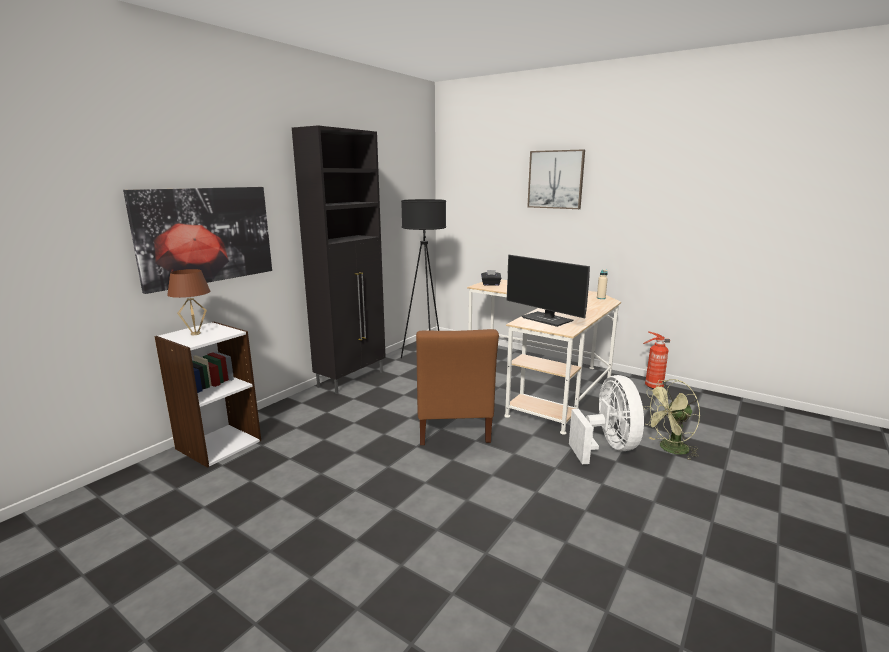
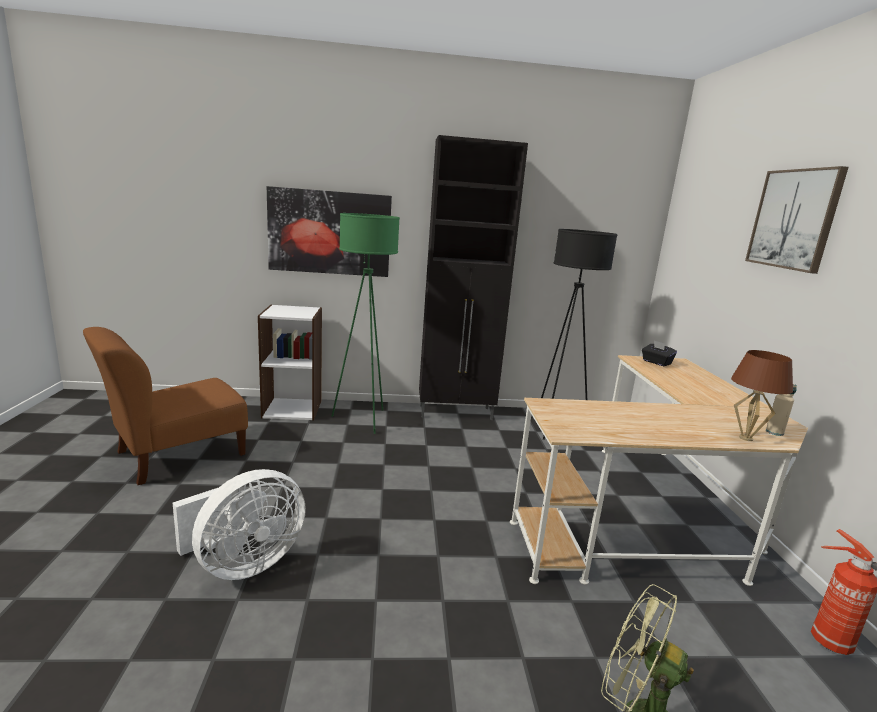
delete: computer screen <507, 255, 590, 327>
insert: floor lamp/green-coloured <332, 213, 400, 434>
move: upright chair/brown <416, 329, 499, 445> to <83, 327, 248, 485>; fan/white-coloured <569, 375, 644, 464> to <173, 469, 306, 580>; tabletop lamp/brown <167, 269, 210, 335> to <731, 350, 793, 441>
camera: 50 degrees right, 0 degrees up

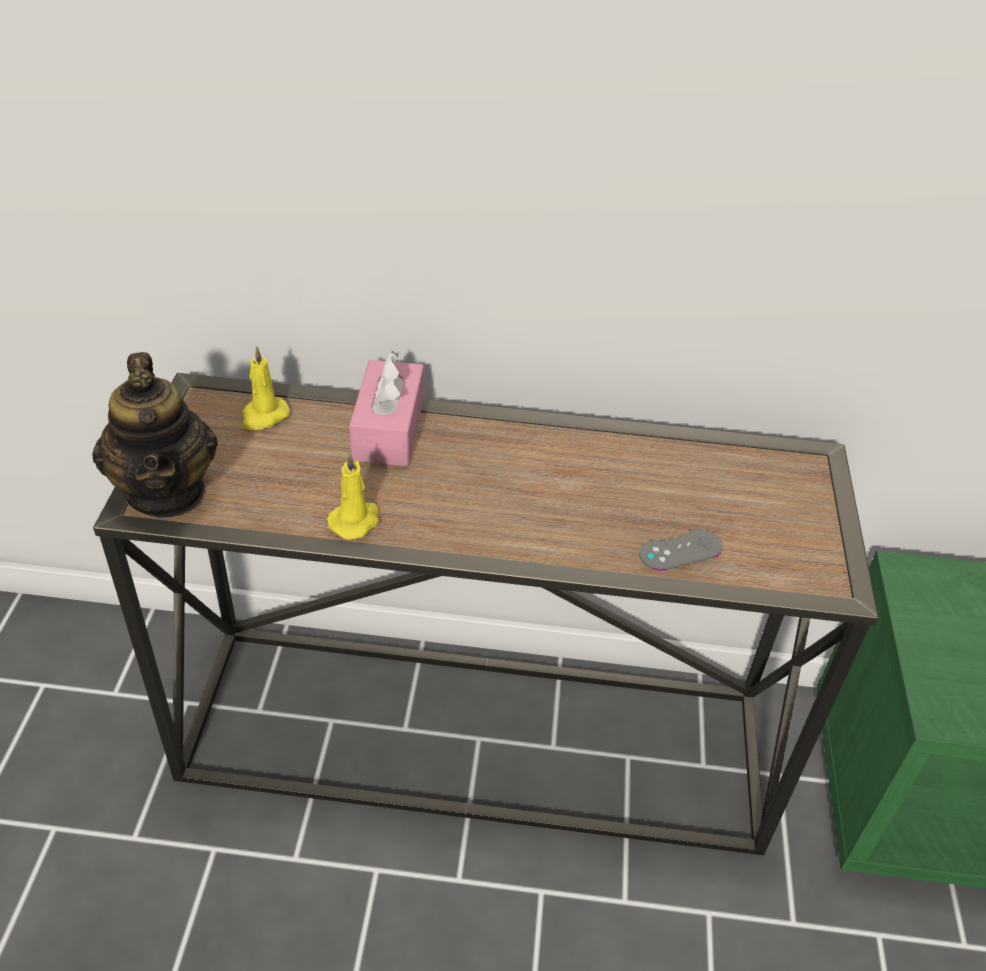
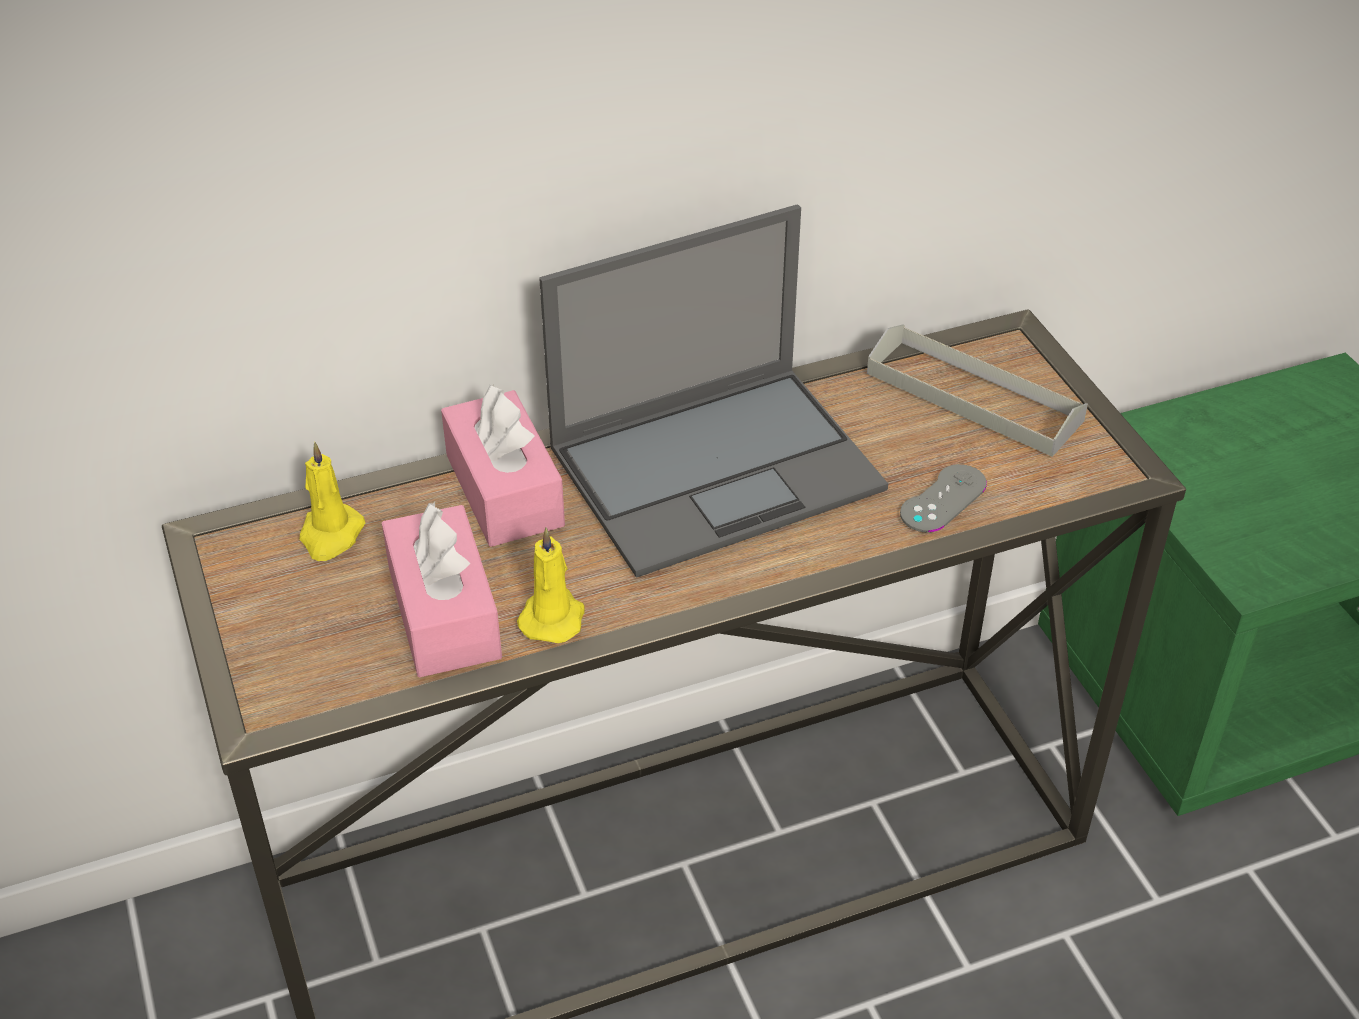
delete: teapot <92, 352, 218, 518>
insert: tissue box/pink <382, 502, 502, 677>; laptop <539, 204, 888, 578>; serving tray/gray <867, 325, 1088, 457>
camera: 25 degrees left, 0 degrees up

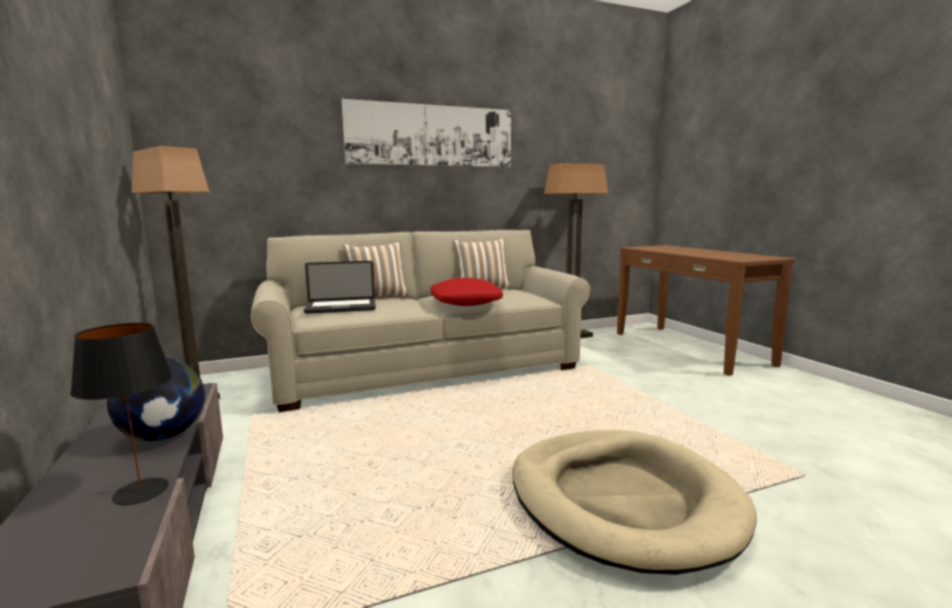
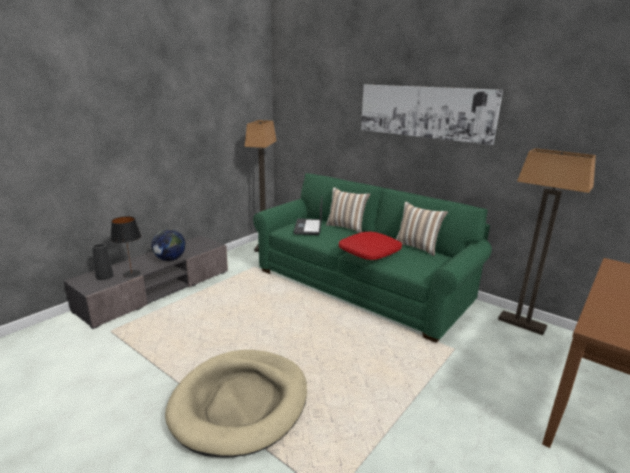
insert: vase/black-coloured <92, 243, 114, 280>
recolor: settee/sand-coloured <251, 230, 590, 412> to settee/green-coloured <253, 173, 492, 343>
rotate: laptop <304, 261, 376, 314> = <294, 198, 322, 235> 45 degrees clockwise
camera: 60 degrees right, 10 degrees up

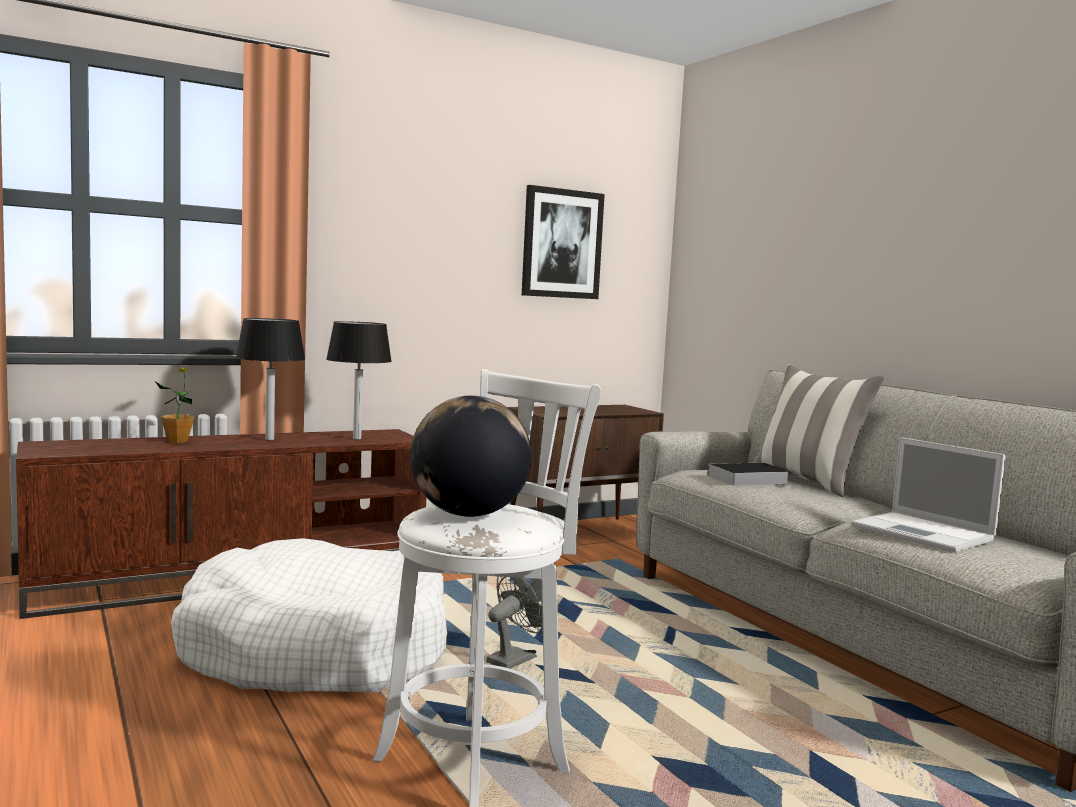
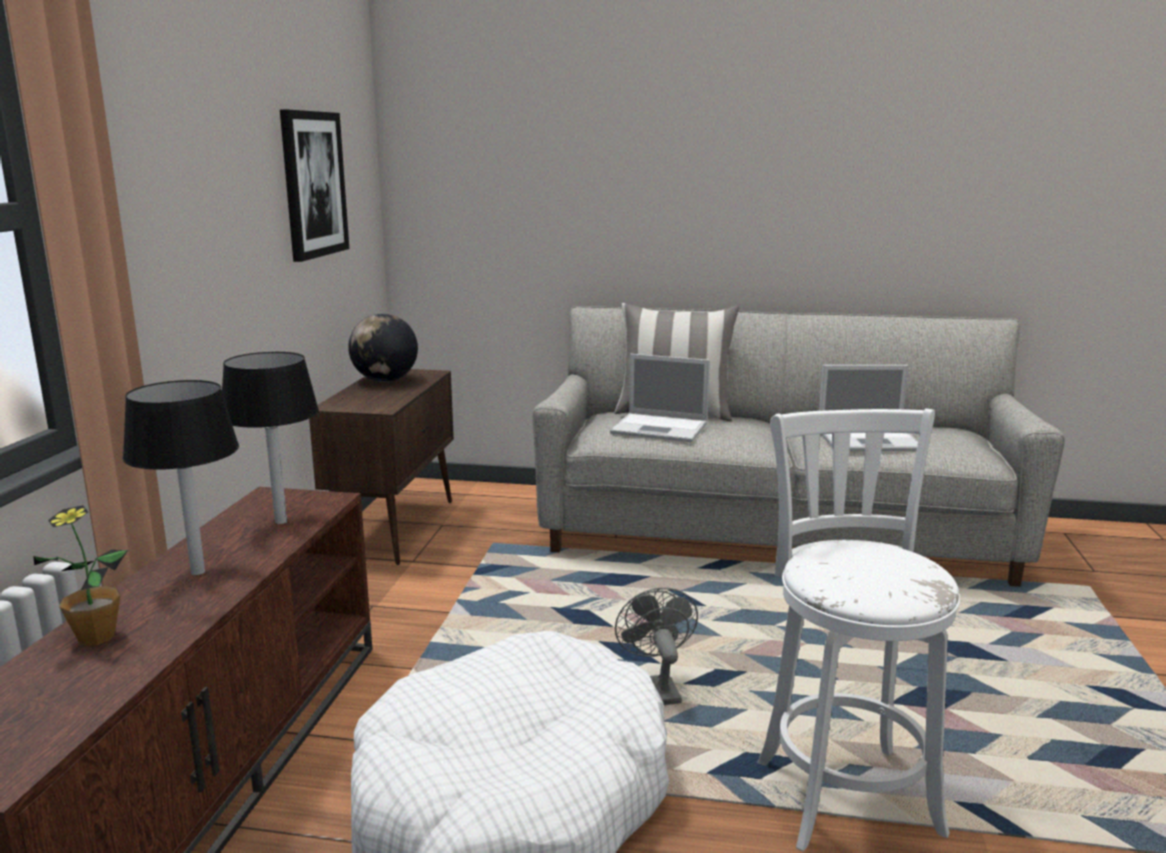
move: desk globe <410, 395, 532, 517> to <348, 314, 418, 382>
replace: volume <699, 463, 790, 486> to laptop <610, 354, 710, 442>
camera: 50 degrees left, 10 degrees up

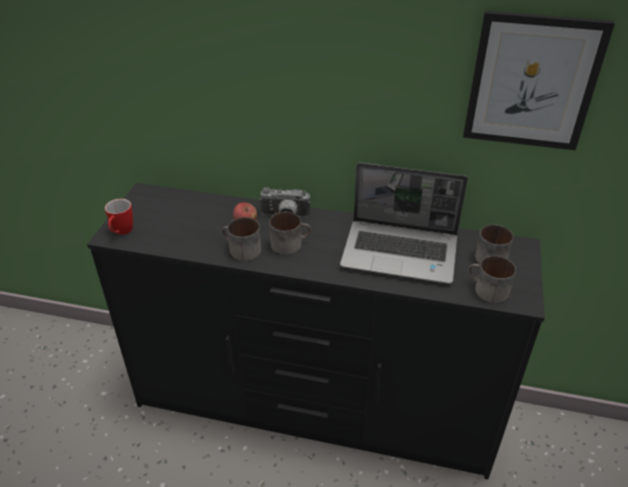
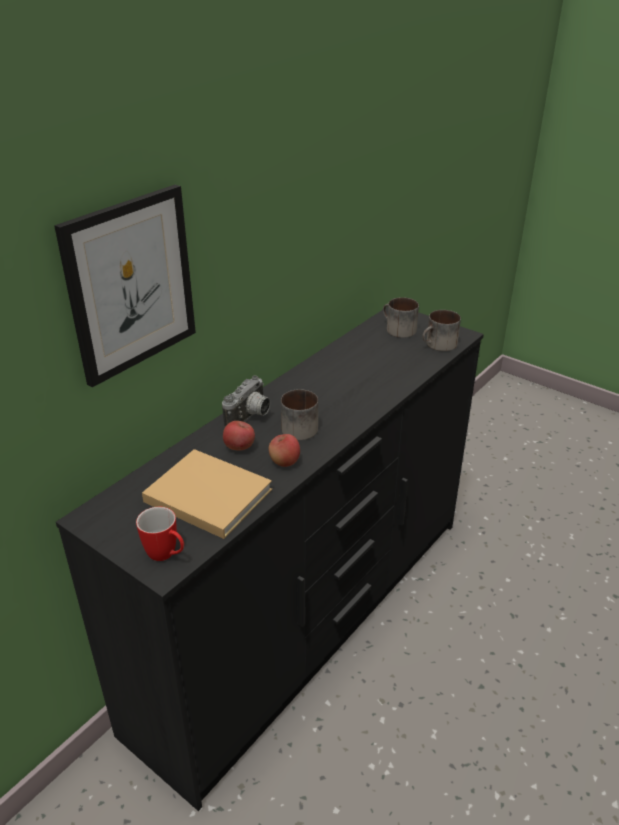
delete: laptop <340, 163, 468, 284>
insert: volume/sand-coloured <142, 449, 272, 539>
move: wall picture <463, 11, 615, 150> to <54, 185, 196, 387>
replace: coffee mug <222, 217, 261, 261> to whole apple <269, 434, 300, 467>
camera: 65 degrees left, 5 degrees down

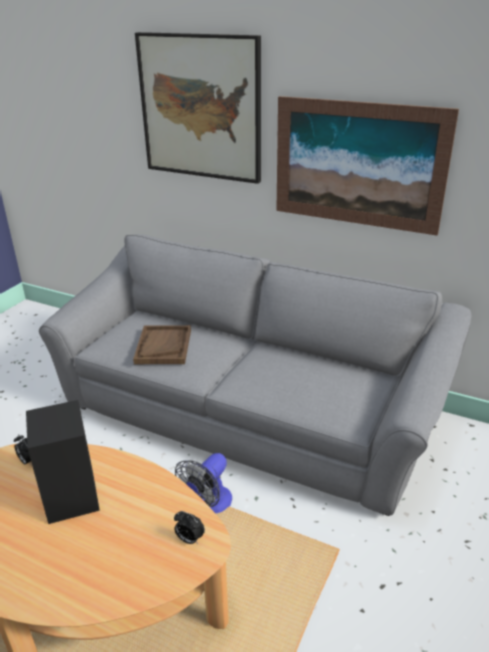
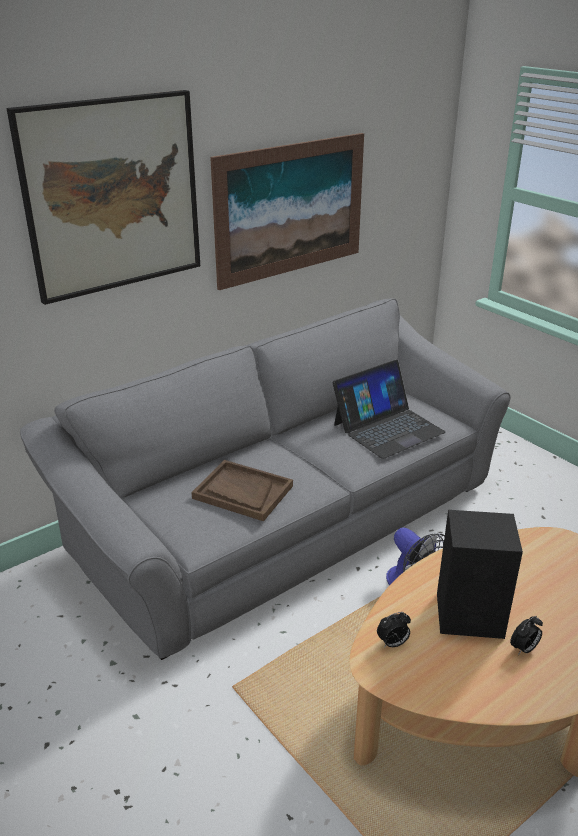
insert: laptop <333, 360, 446, 459>
move: bedside clock <174, 511, 205, 544> to <510, 616, 543, 655>
camera: 65 degrees left, 0 degrees up

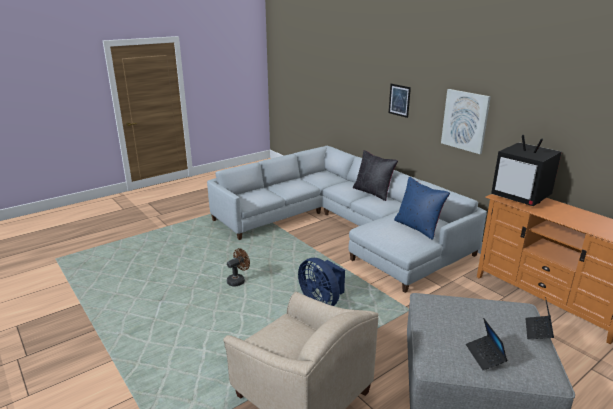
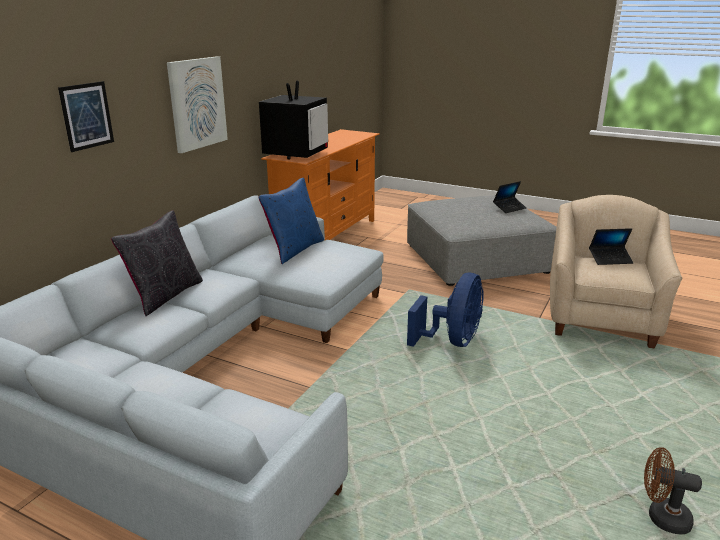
move: laptop <525, 297, 554, 339> to <589, 228, 633, 265>; fan/brown <227, 248, 250, 286> to <644, 447, 702, 535>
camera: 115 degrees left, 0 degrees up

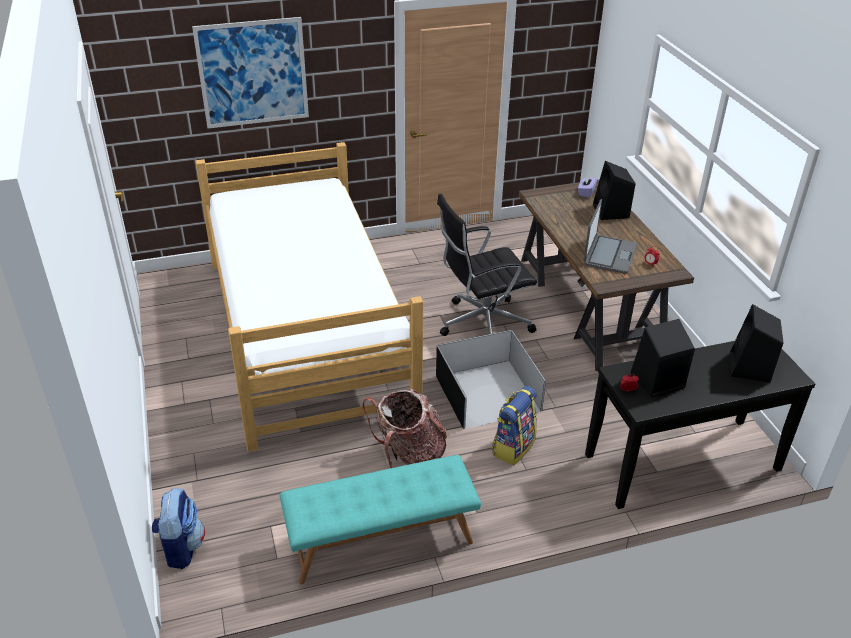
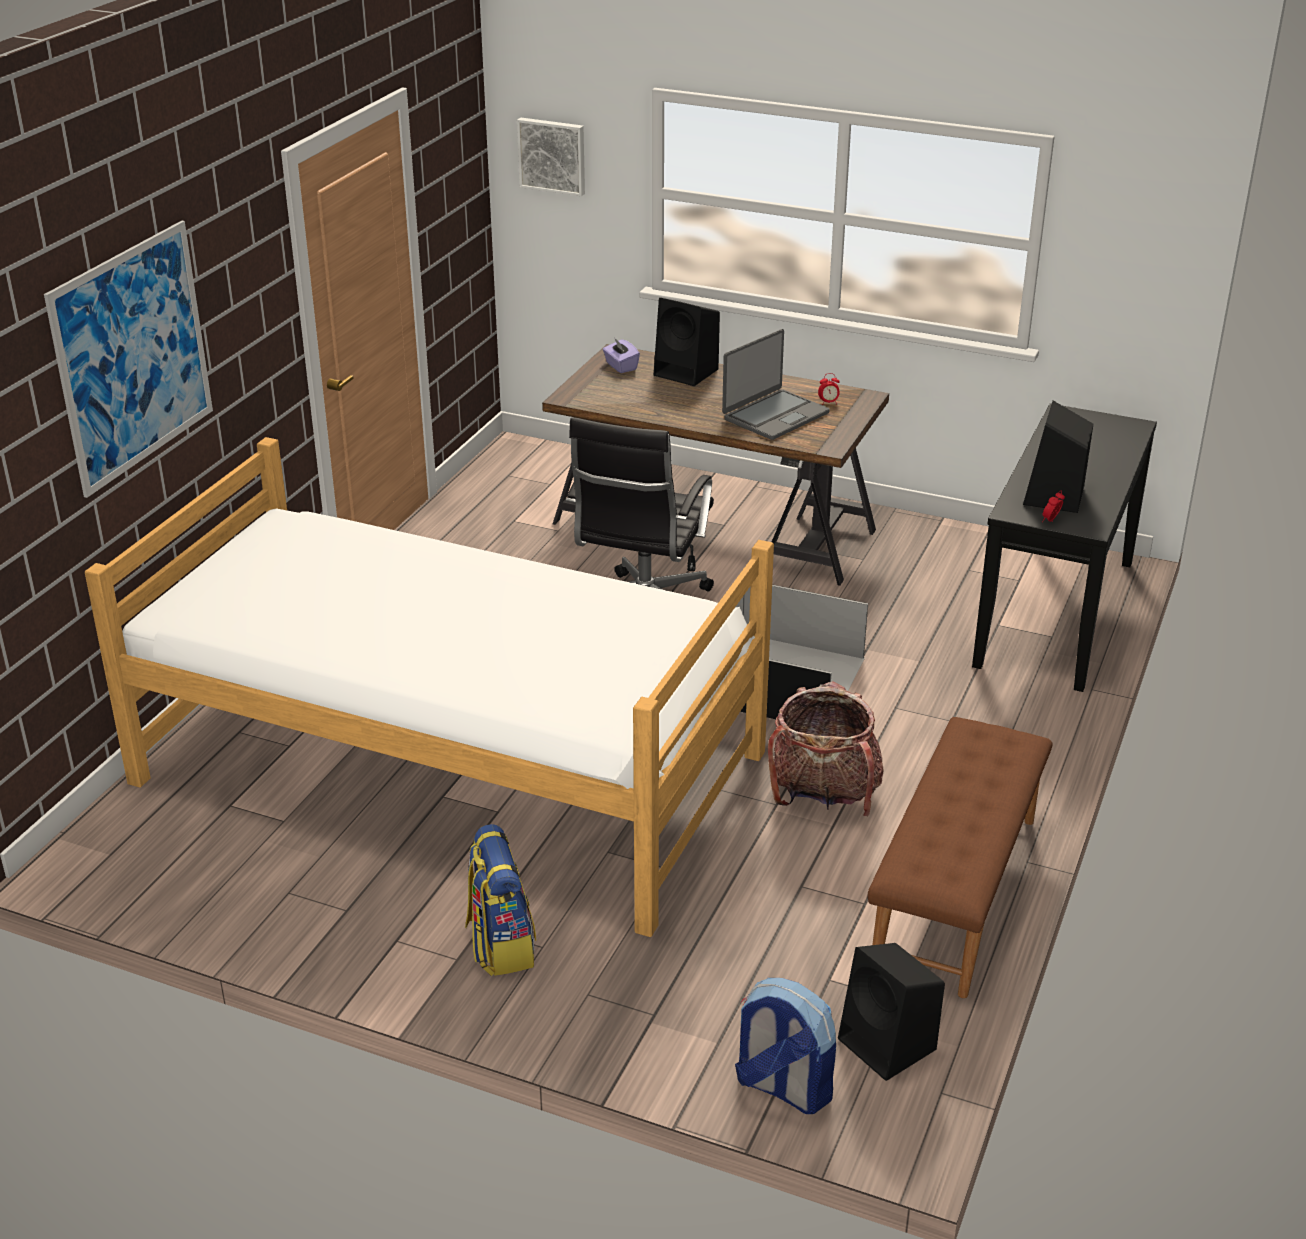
insert: wall picture <517, 118, 585, 196>
move: knapsack <492, 386, 537, 465> to <465, 824, 536, 976>; audio speaker/black-coloured <730, 304, 783, 383> to <838, 943, 945, 1081>
recolor: long seat/turquoise-coloured <280, 455, 481, 584> to long seat/brown <868, 717, 1052, 998>
rotate: laptop <584, 199, 637, 274> = <722, 329, 829, 440> 75 degrees clockwise
camera: 50 degrees left, 5 degrees down

